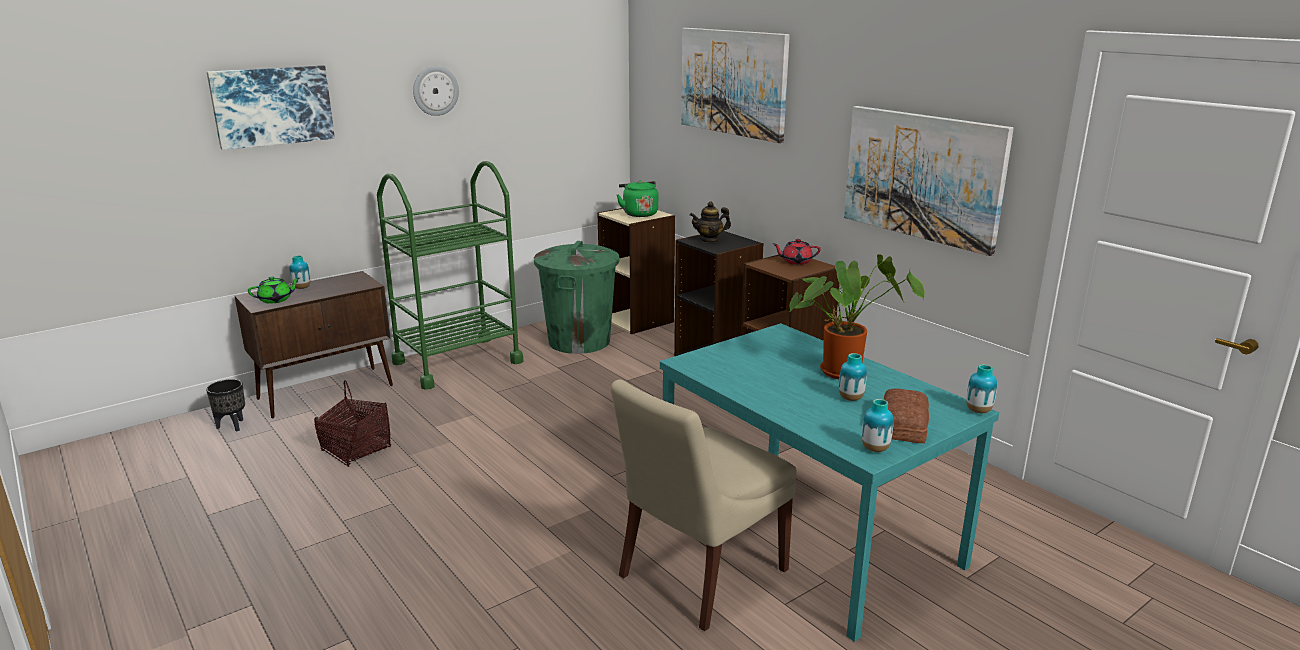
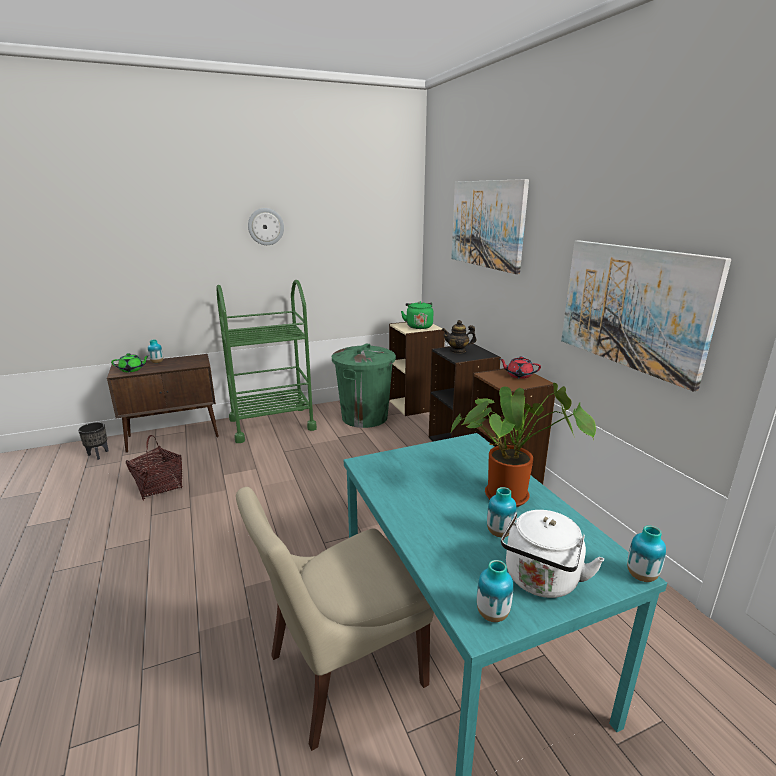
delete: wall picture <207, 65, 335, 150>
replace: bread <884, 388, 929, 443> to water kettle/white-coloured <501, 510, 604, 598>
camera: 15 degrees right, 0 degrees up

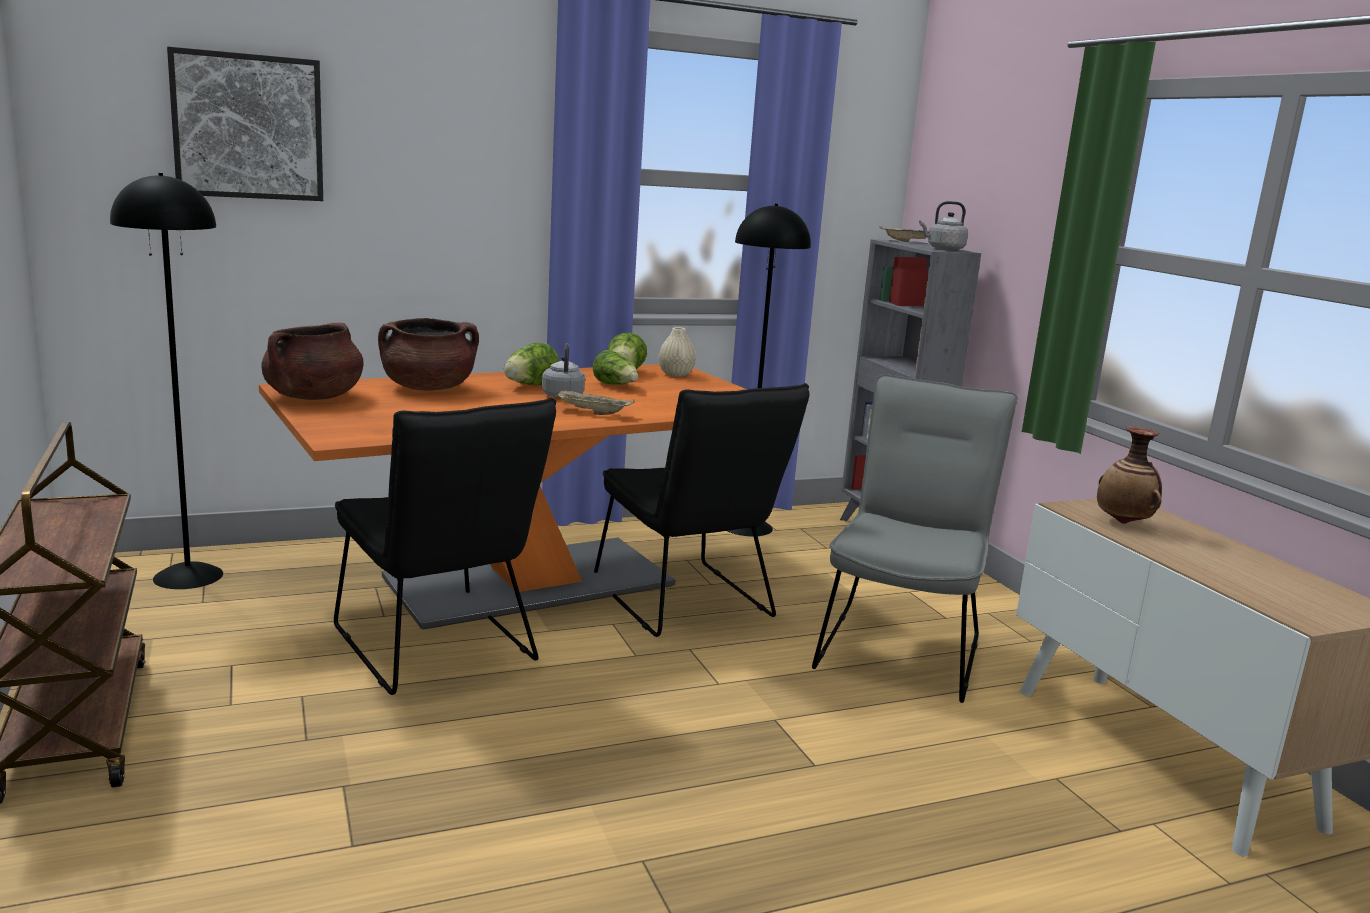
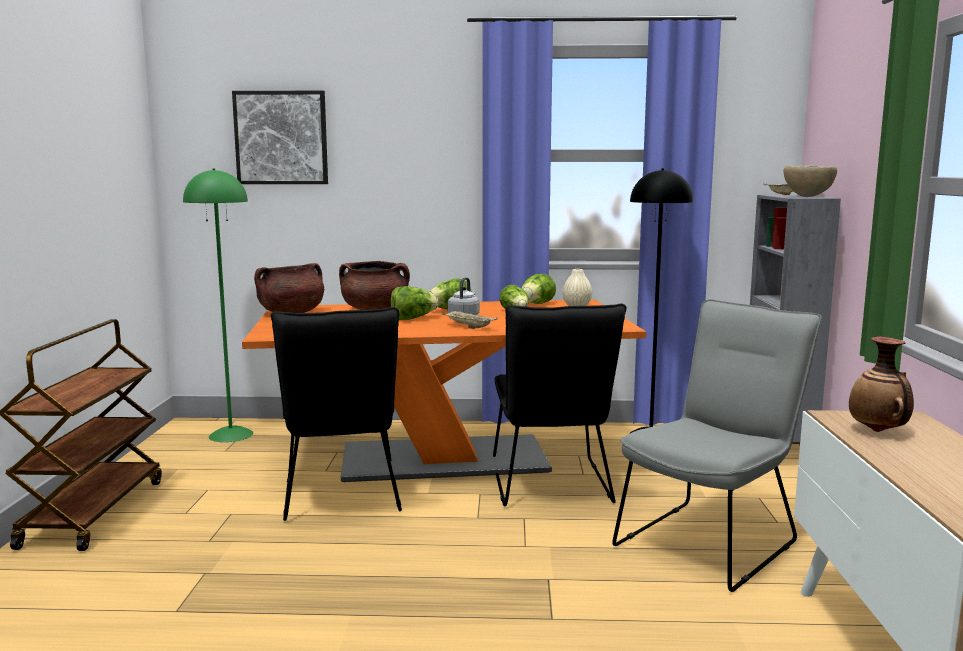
insert: head of lettuce <391, 286, 438, 320>
replace: water kettle/gray <919, 201, 968, 250> to bowl/brown <783, 166, 837, 197>
recolor: floor lamp/black-coloured <110, 173, 223, 589> to floor lamp/green-coloured <183, 168, 253, 442>
camera: 25 degrees right, 5 degrees down

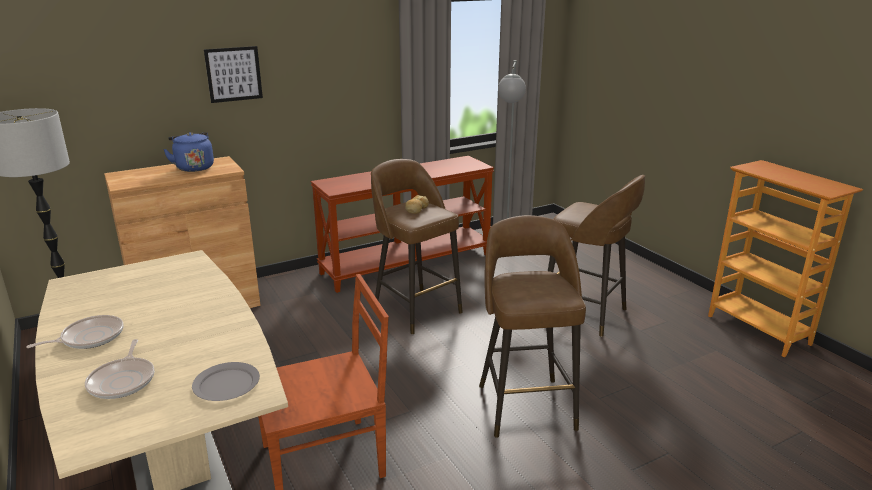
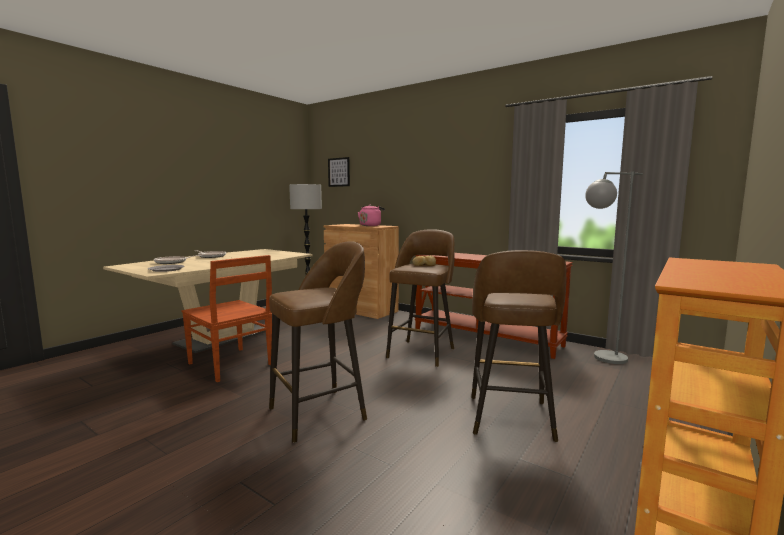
move: wall picture <204, 46, 263, 103> to <328, 157, 350, 187>
recolor: water kettle/bluish <163, 132, 214, 172> to water kettle/pink <358, 205, 385, 226>
camera: 65 degrees right, 15 degrees down

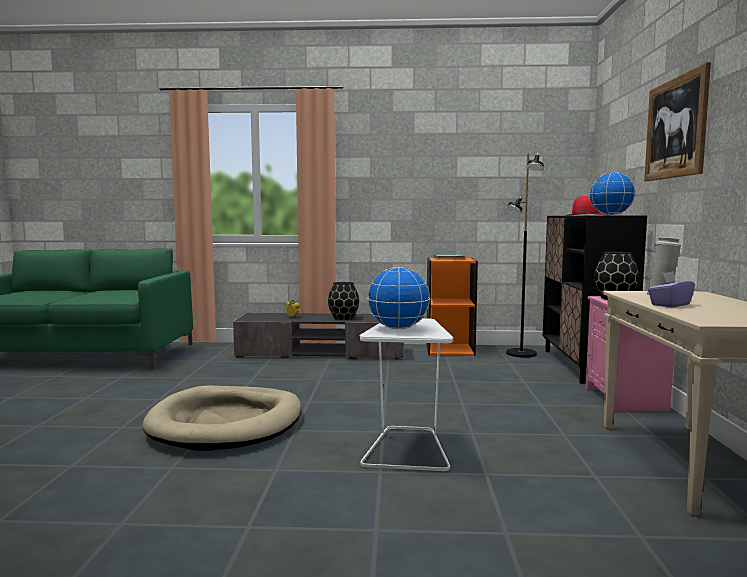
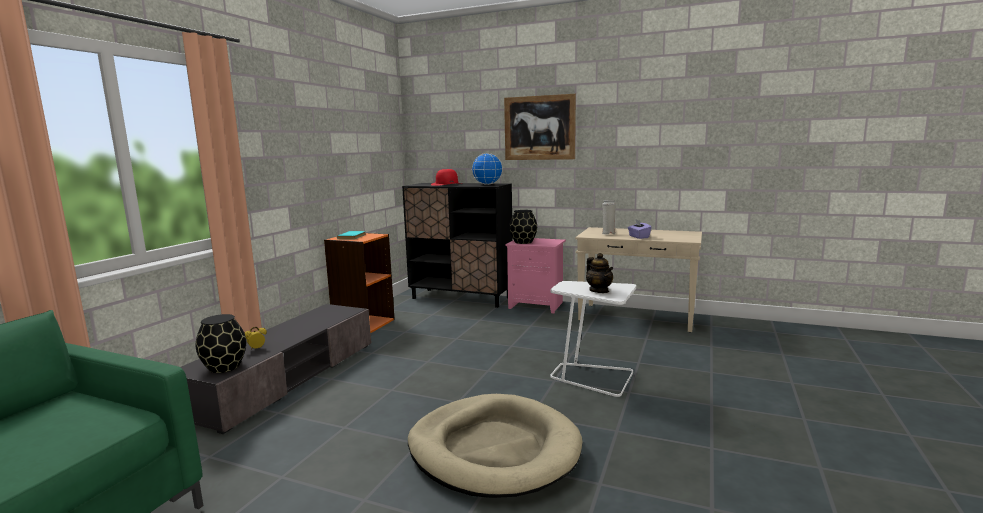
delete: floor lamp/black-coloured <506, 153, 544, 358>
move: vase/black-coloured <328, 282, 359, 320> to <196, 314, 246, 373>
replace: desk globe <367, 267, 430, 330> to teapot <586, 253, 613, 293>
camera: 70 degrees left, 5 degrees up

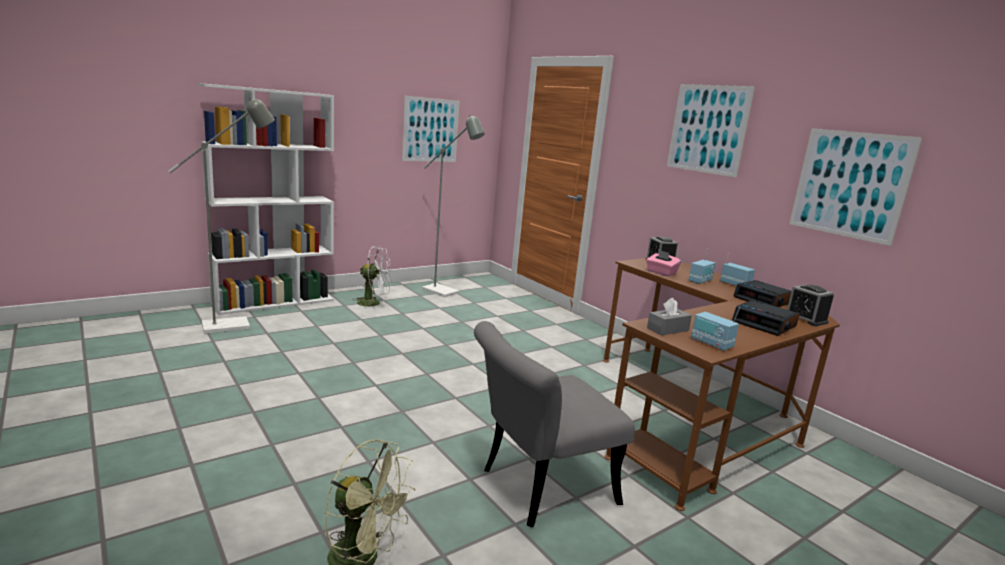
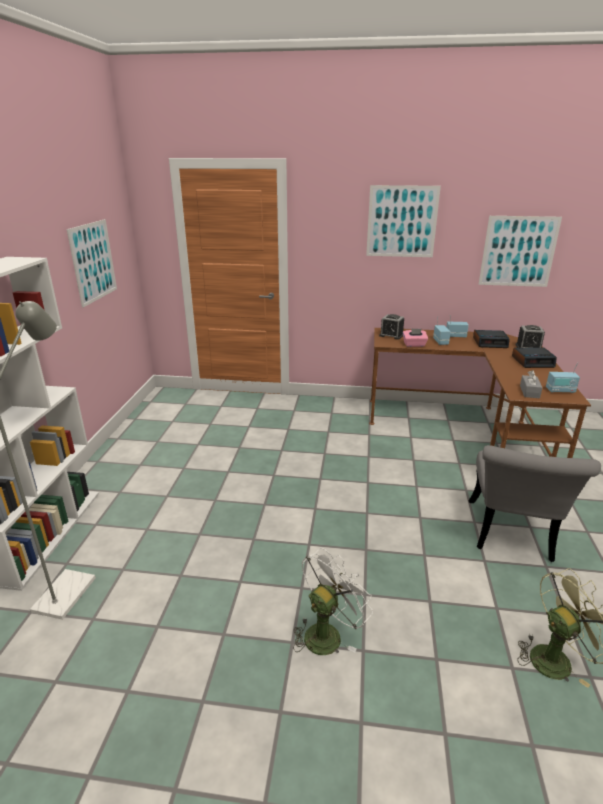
delete: floor lamp/gray <422, 115, 485, 297>
move: fan/white-coloured <355, 247, 392, 310> to <293, 548, 373, 655>
camera: 45 degrees left, 10 degrees up

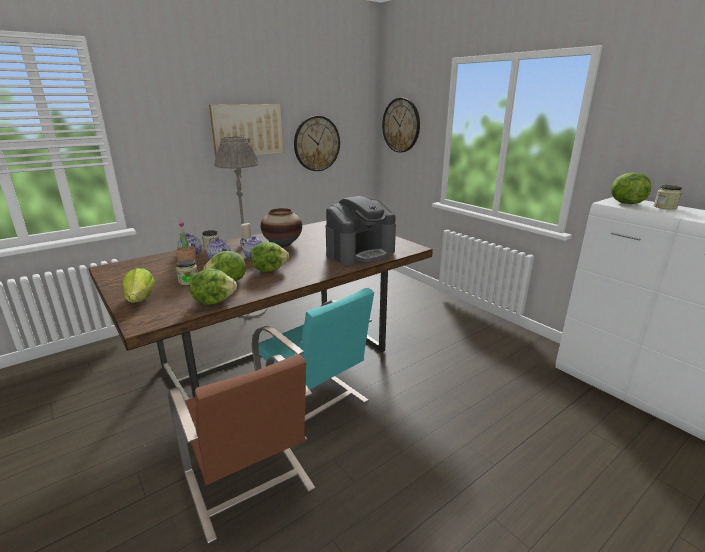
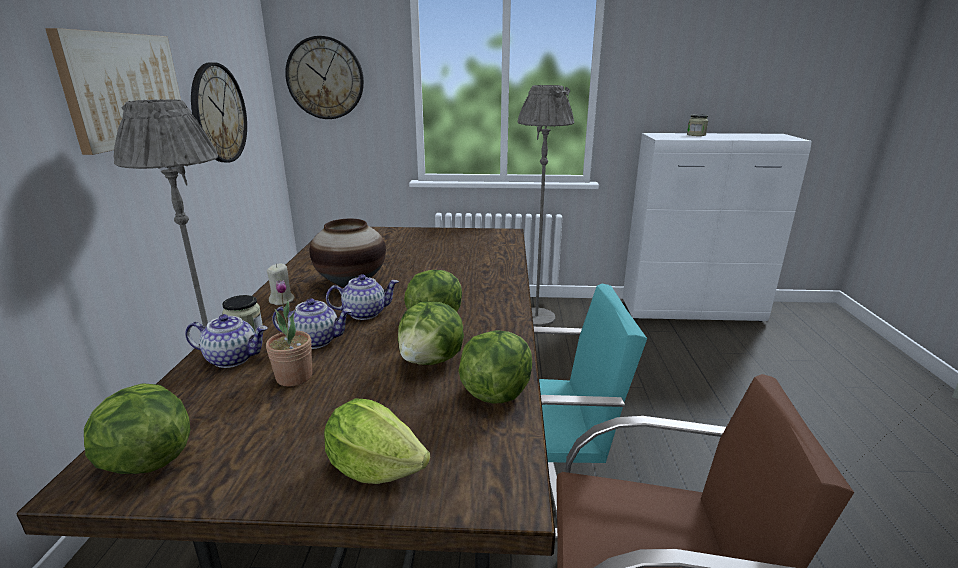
delete: preserve jar <176, 259, 198, 285>; coffee maker <326, 196, 396, 265>
insert: floor lamp/gray <517, 85, 575, 326>
move: head of lettuce <611, 173, 651, 204> to <84, 383, 190, 474>
camera: 50 degrees left, 0 degrees up

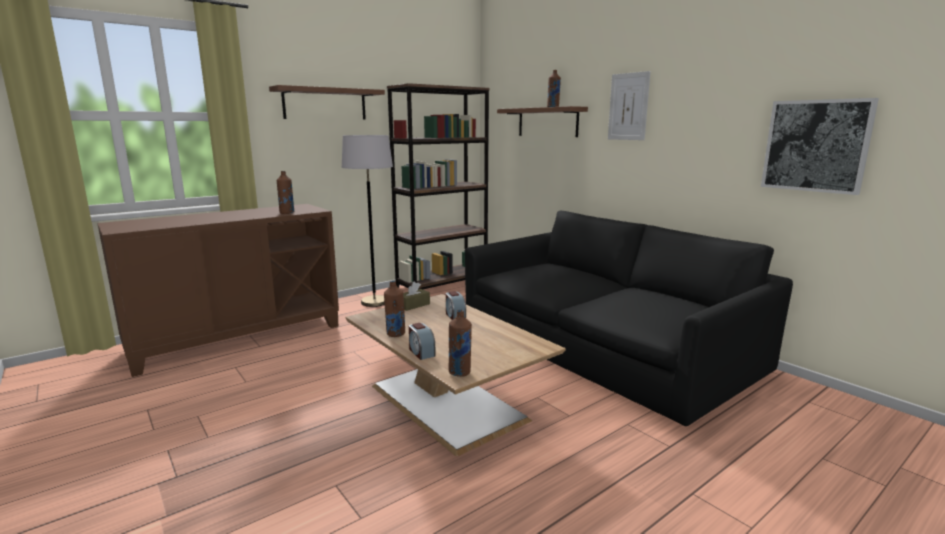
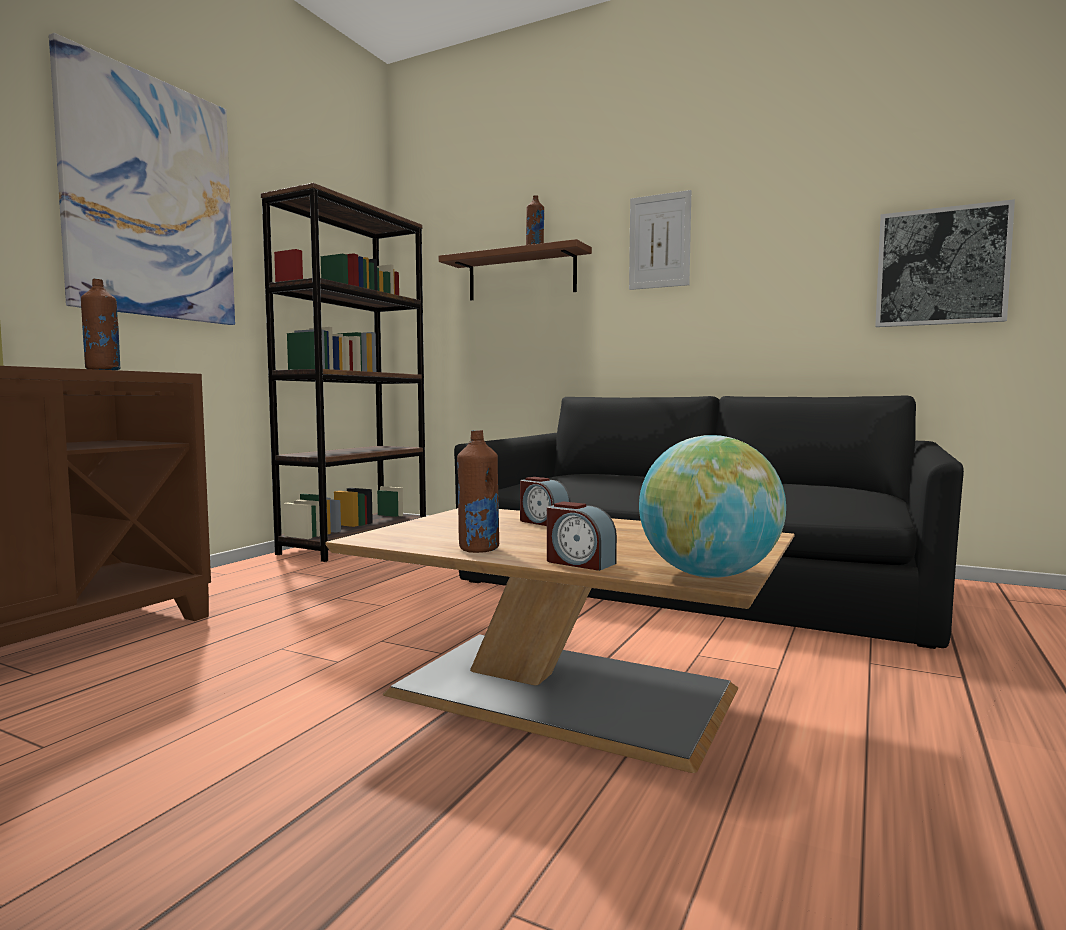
delete: floor lamp/gray <342, 135, 393, 307>; tissue box/brown <403, 282, 430, 311>
replace: shelf/brown <269, 85, 385, 120> to wall picture <49, 33, 235, 325>; drink bottle/brown <449, 310, 472, 377> to desk globe <639, 435, 786, 578>
camera: 25 degrees left, 10 degrees down

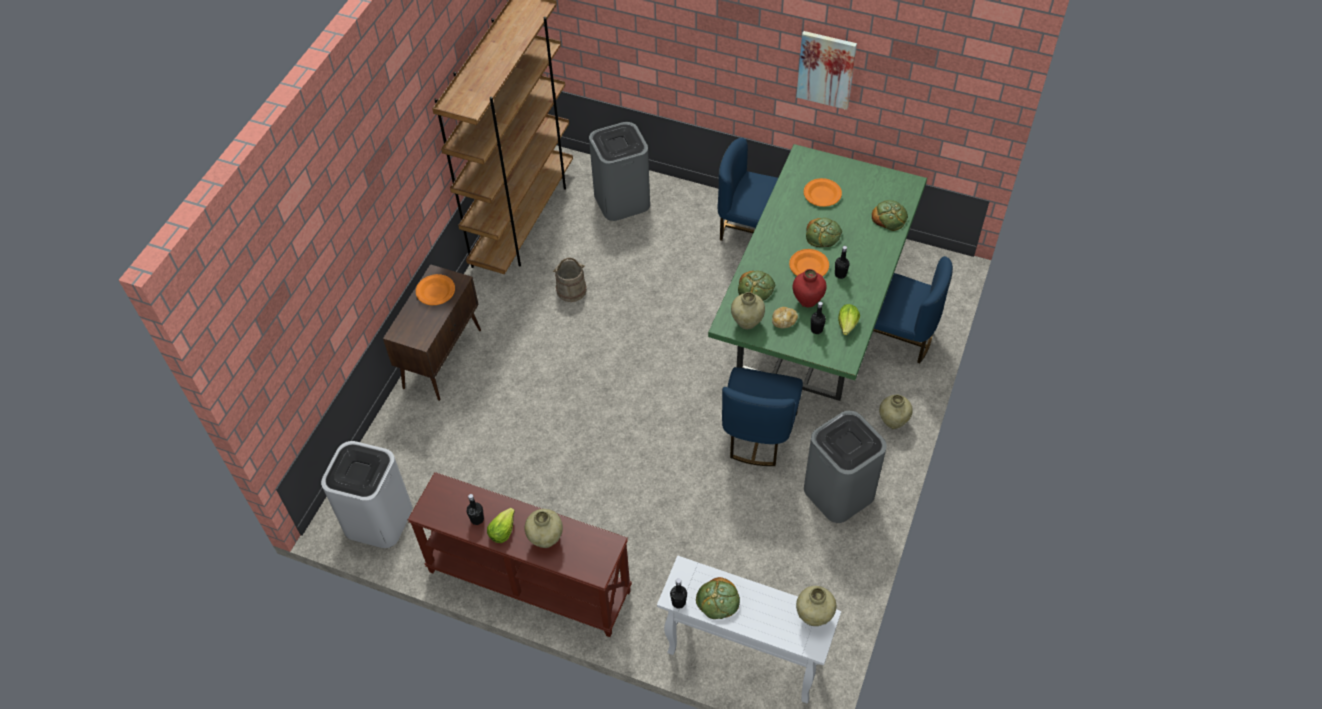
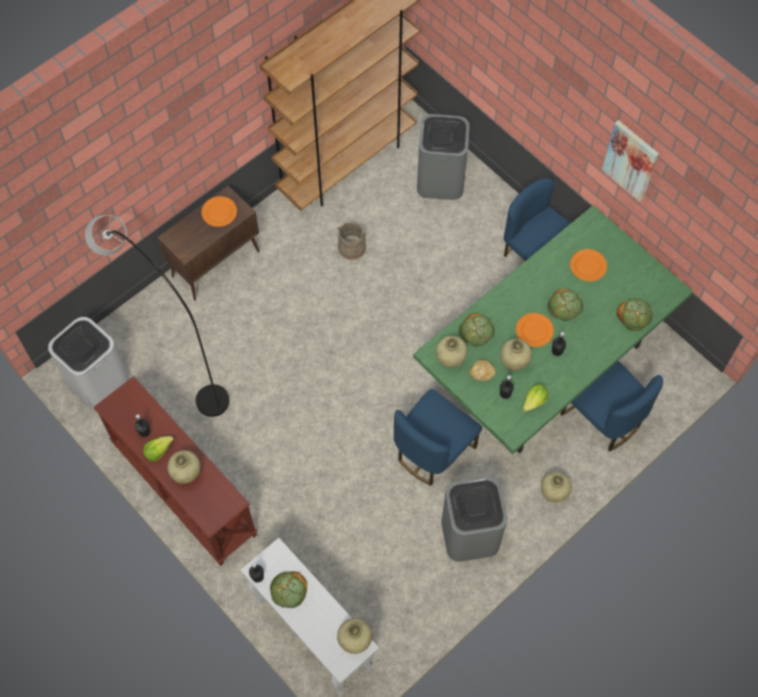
insert: floor lamp/gray <85, 215, 229, 417>
recolor: vase/red-coloured <792, 269, 827, 307> to vase/sand-coloured <500, 339, 532, 371>
camera: 25 degrees right, 10 degrees up

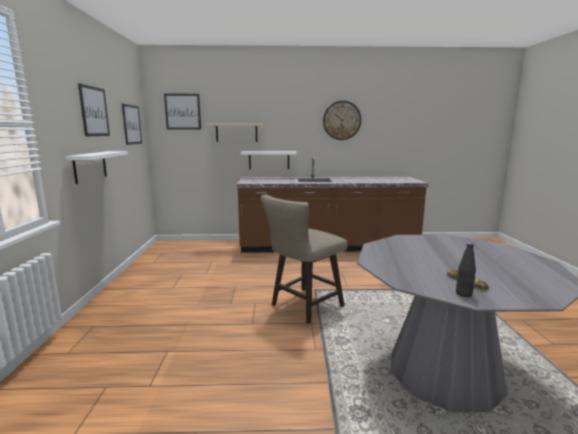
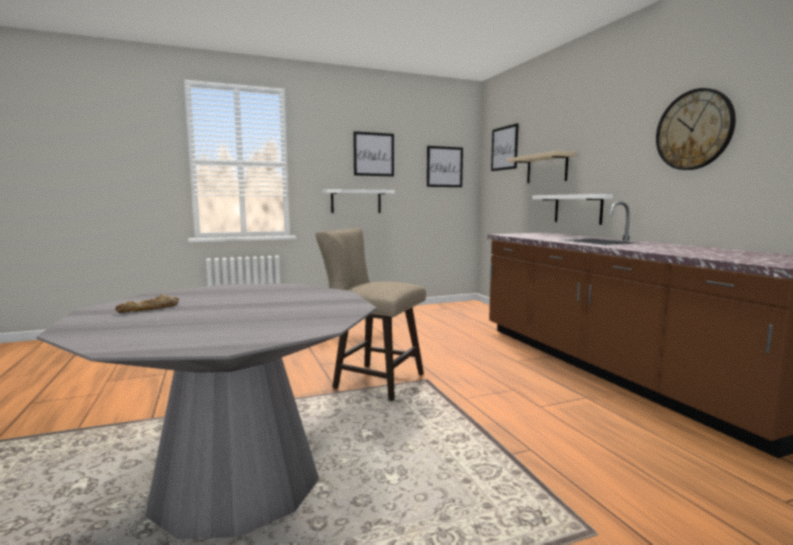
delete: drink bottle/black-coloured <456, 243, 476, 297>
camera: 70 degrees right, 5 degrees down

